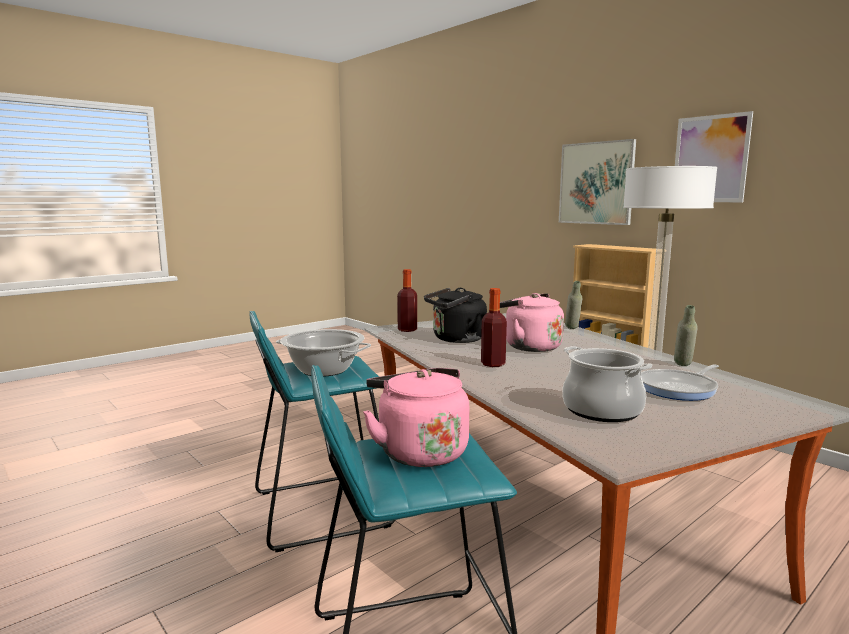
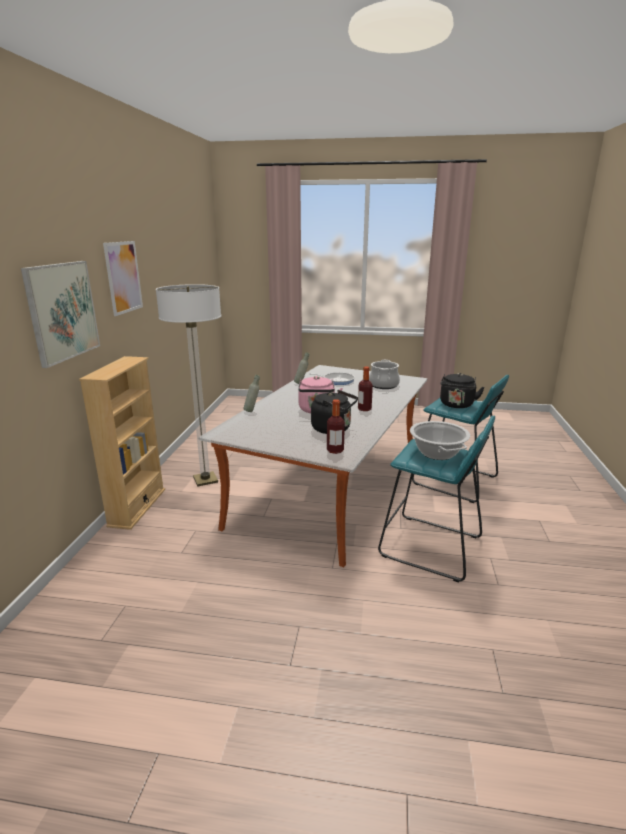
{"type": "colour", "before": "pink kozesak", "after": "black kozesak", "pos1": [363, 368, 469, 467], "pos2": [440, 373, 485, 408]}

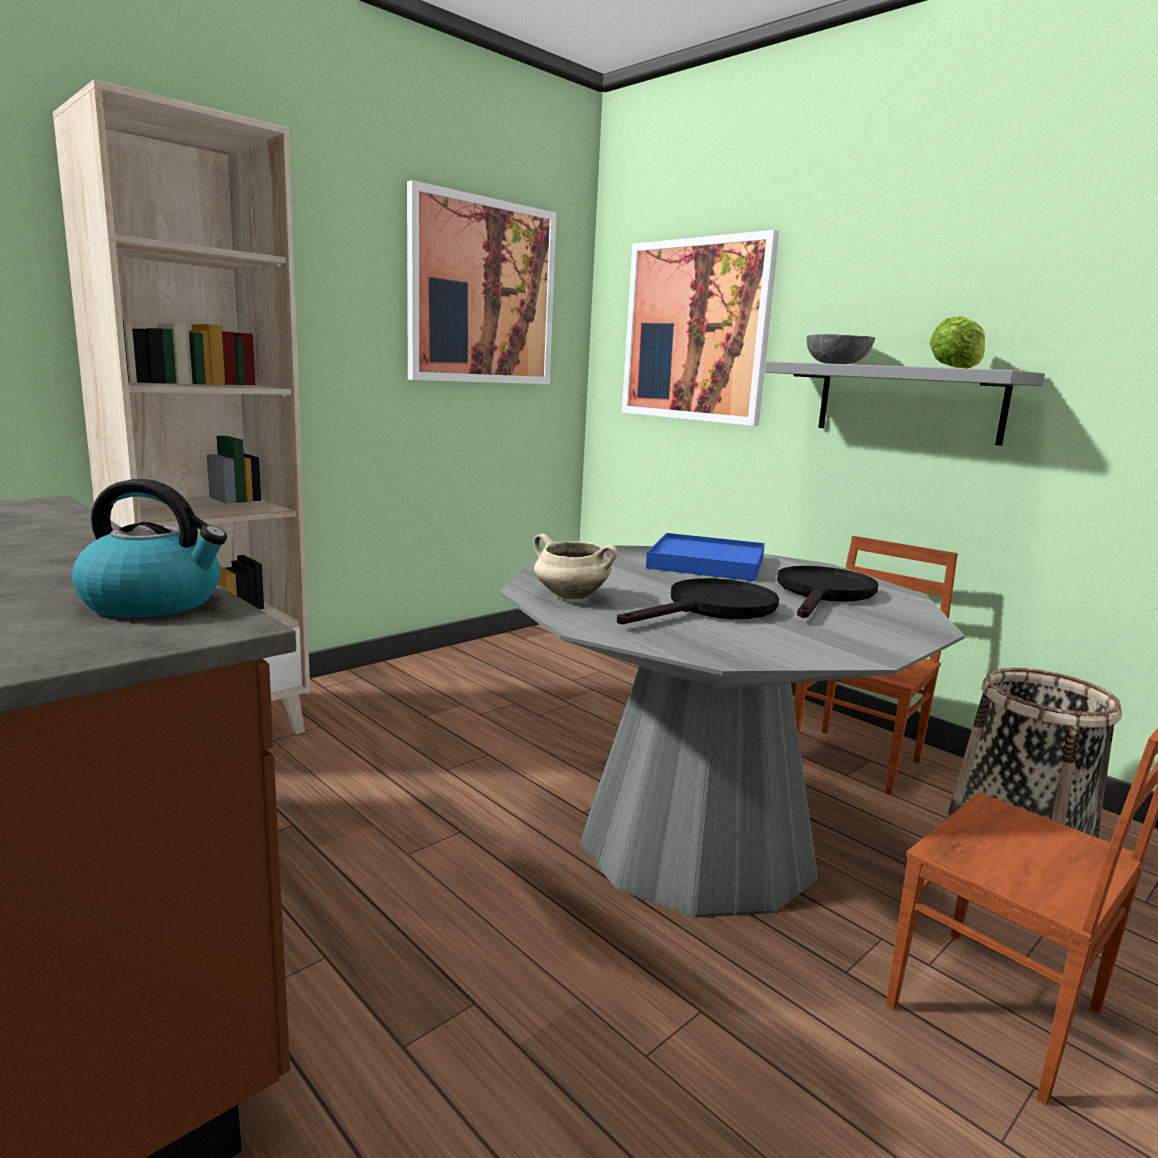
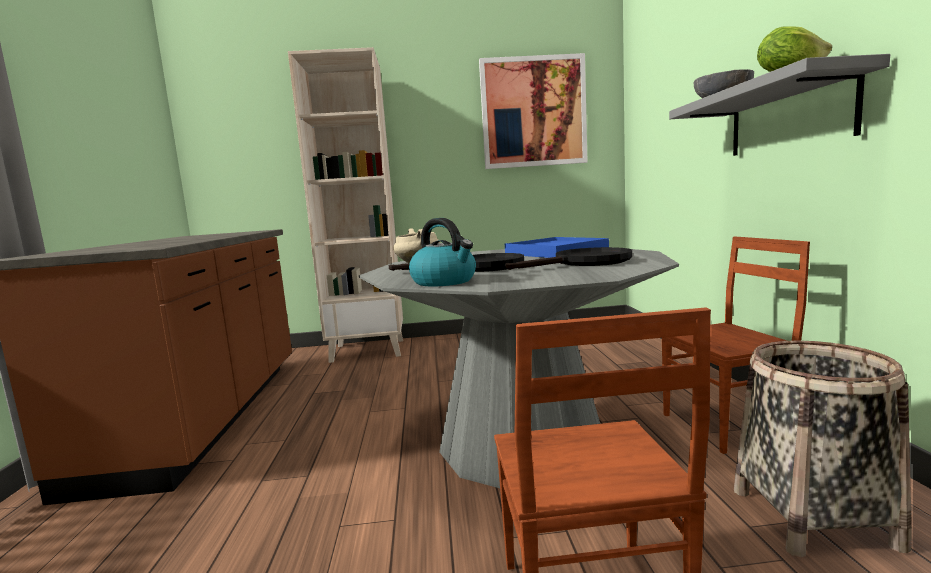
{"type": "missing", "before": "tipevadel", "pos1": [622, 230, 779, 426]}
{"type": "relocated", "before": "kozesak", "pos1": [72, 479, 227, 617], "pos2": [409, 218, 476, 286]}

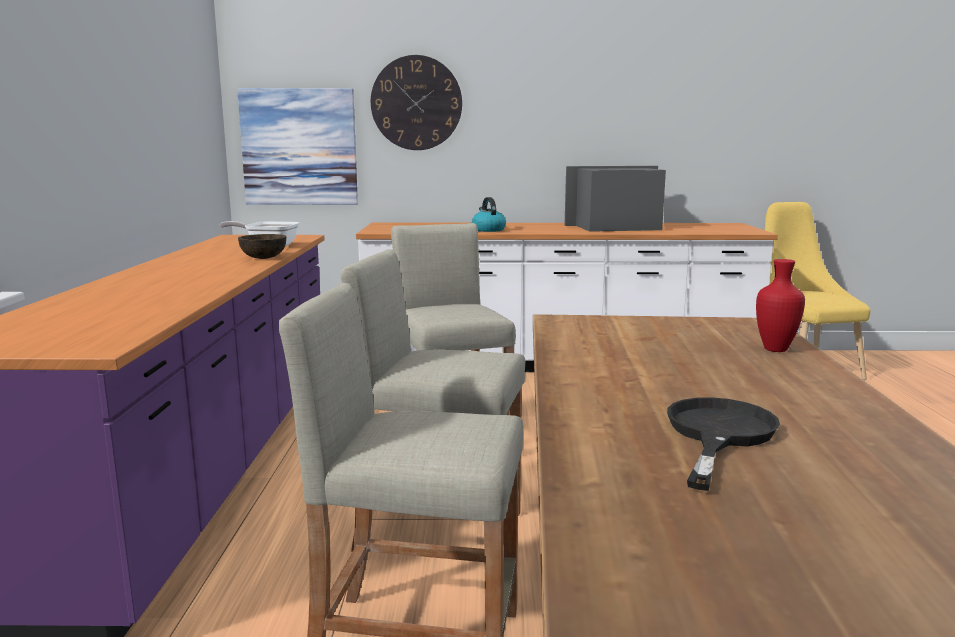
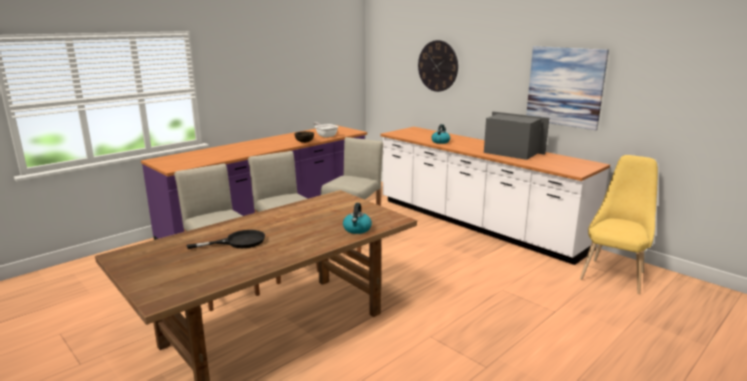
{"type": "relocated", "before": "tipevadel", "pos1": [237, 88, 358, 205], "pos2": [526, 46, 609, 130]}
{"type": "exchanged", "before": "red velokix", "after": "kozesak", "pos1": [756, 259, 805, 352], "pos2": [343, 203, 372, 234]}

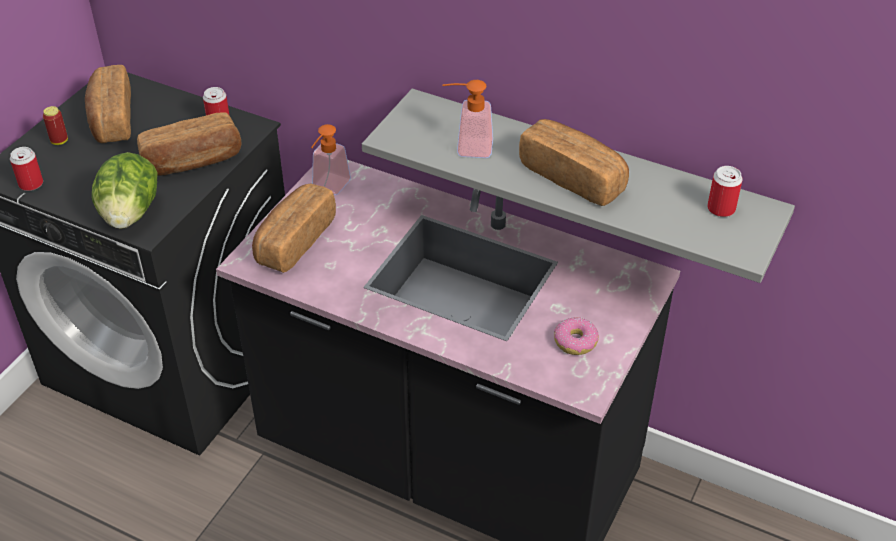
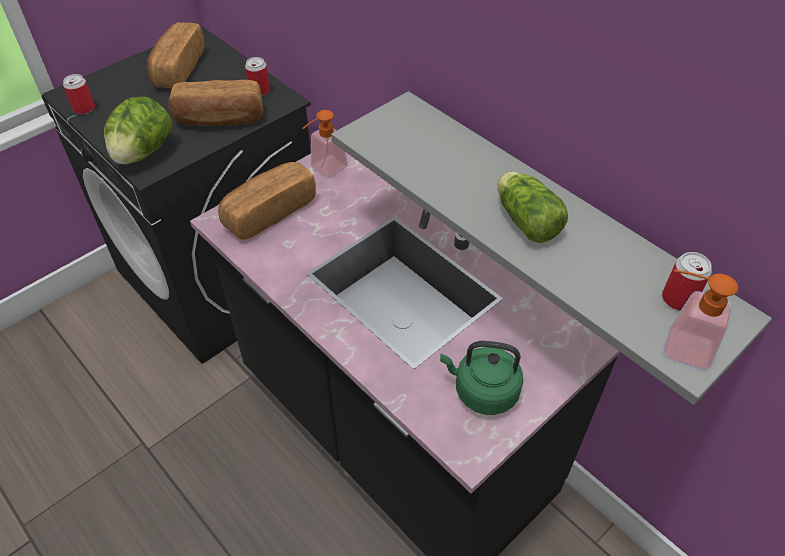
{"type": "relocated", "before": "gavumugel", "pos1": [442, 80, 493, 158], "pos2": [664, 269, 738, 371]}
{"type": "missing", "before": "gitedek", "pos1": [43, 106, 68, 145]}
{"type": "exchanged", "before": "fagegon", "after": "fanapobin", "pos1": [519, 119, 629, 206], "pos2": [497, 172, 568, 243]}
{"type": "exchanged", "before": "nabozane", "after": "green kozesak", "pos1": [554, 317, 599, 355], "pos2": [440, 341, 523, 415]}

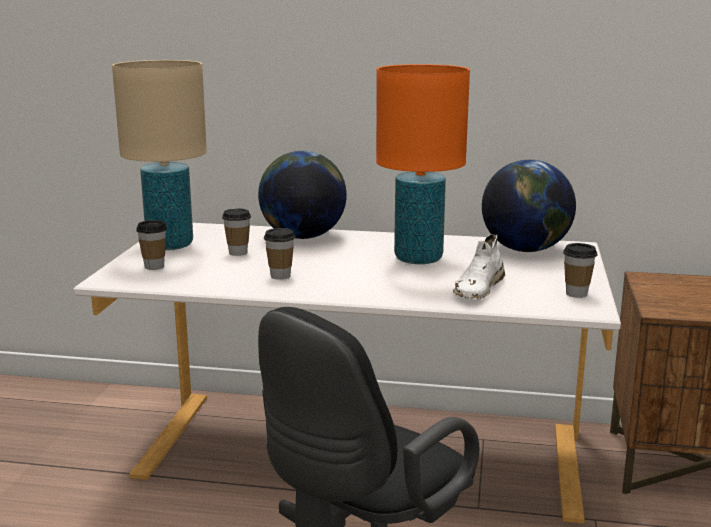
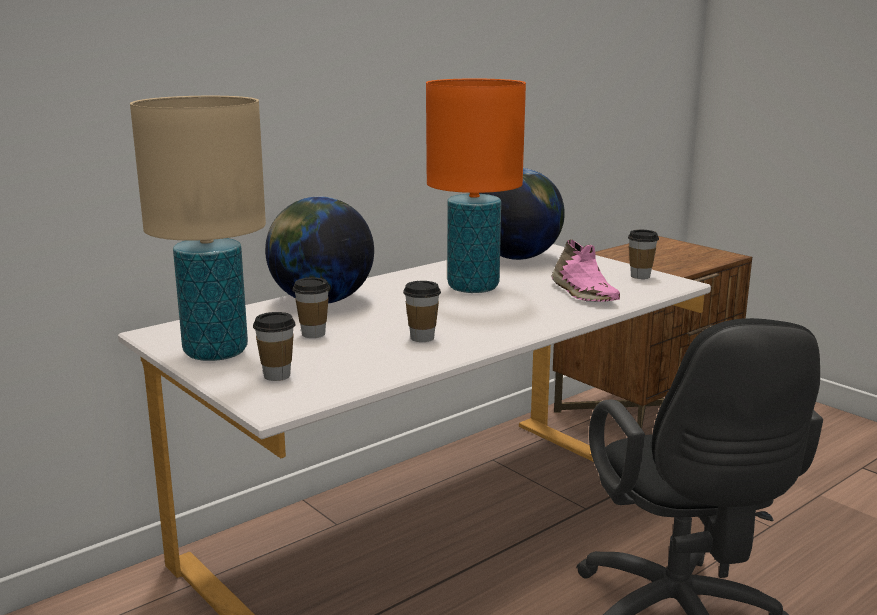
{"type": "colour", "before": "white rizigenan", "after": "pink rizigenan", "pos1": [453, 234, 505, 300], "pos2": [551, 239, 620, 302]}

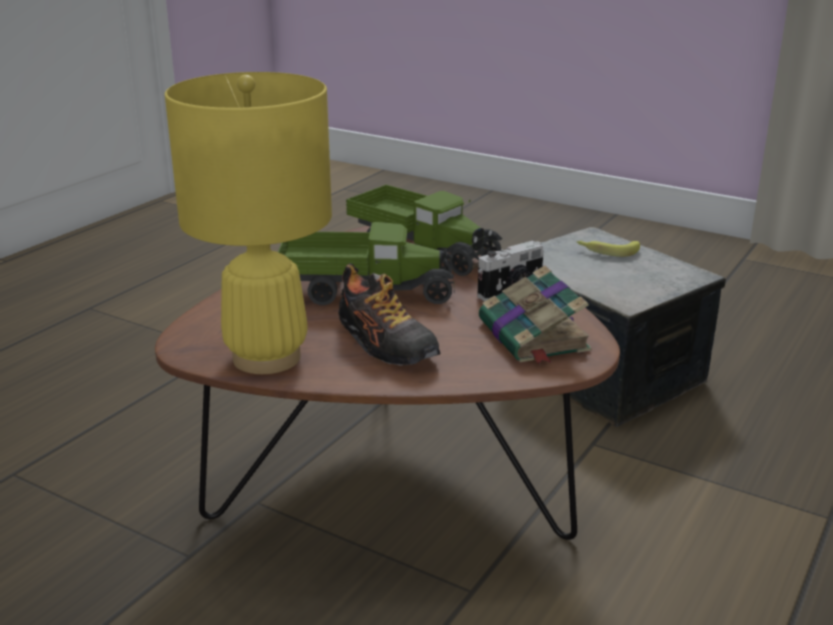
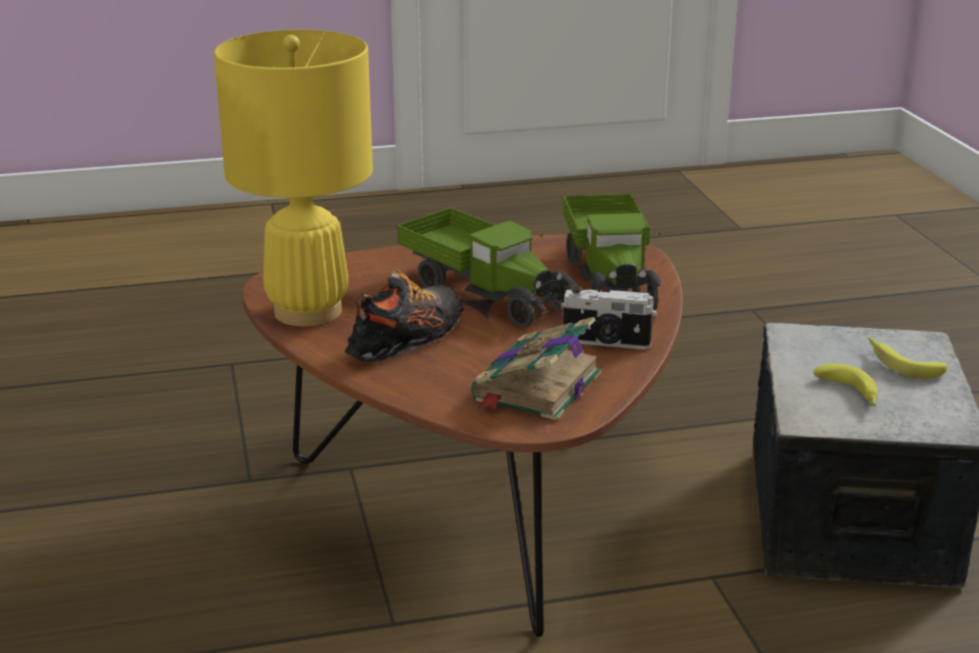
{"type": "spun", "before": "rizigenan", "pos1": [338, 263, 440, 366], "pos2": [345, 269, 464, 362], "turn": -150}
{"type": "appeared", "after": "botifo", "pos2": [813, 363, 878, 406]}

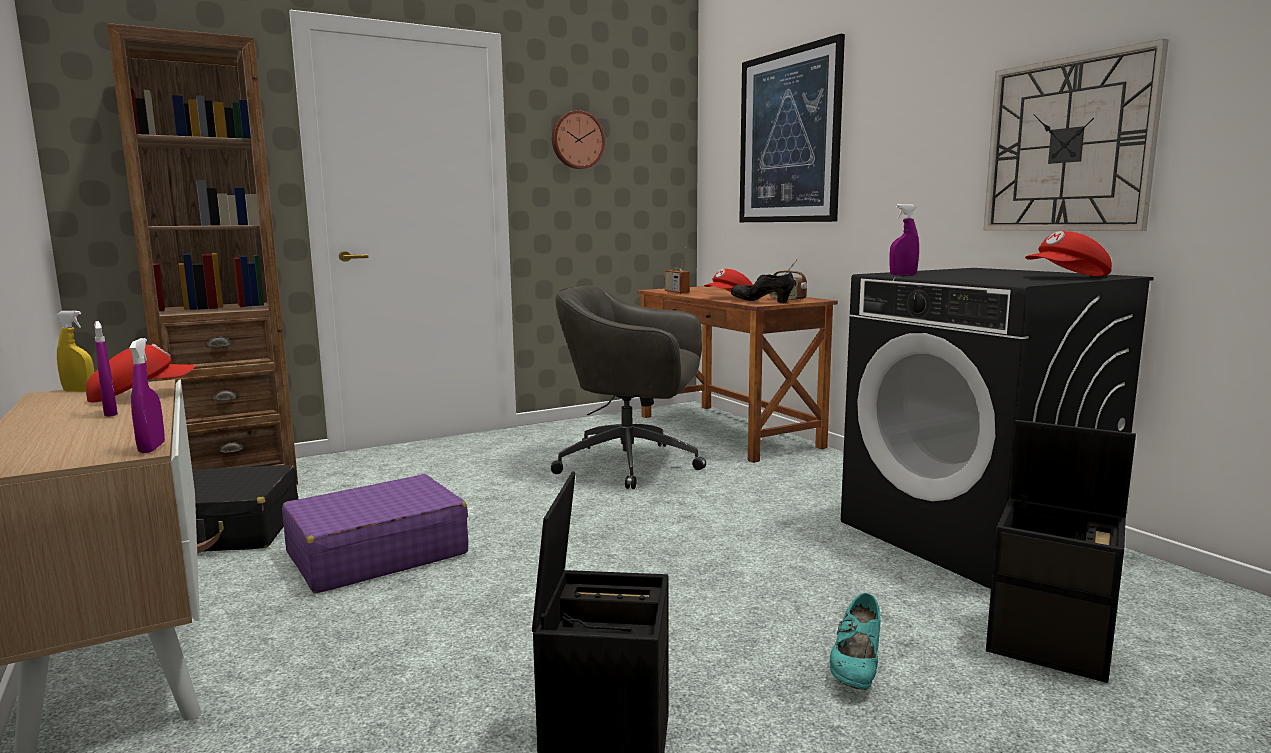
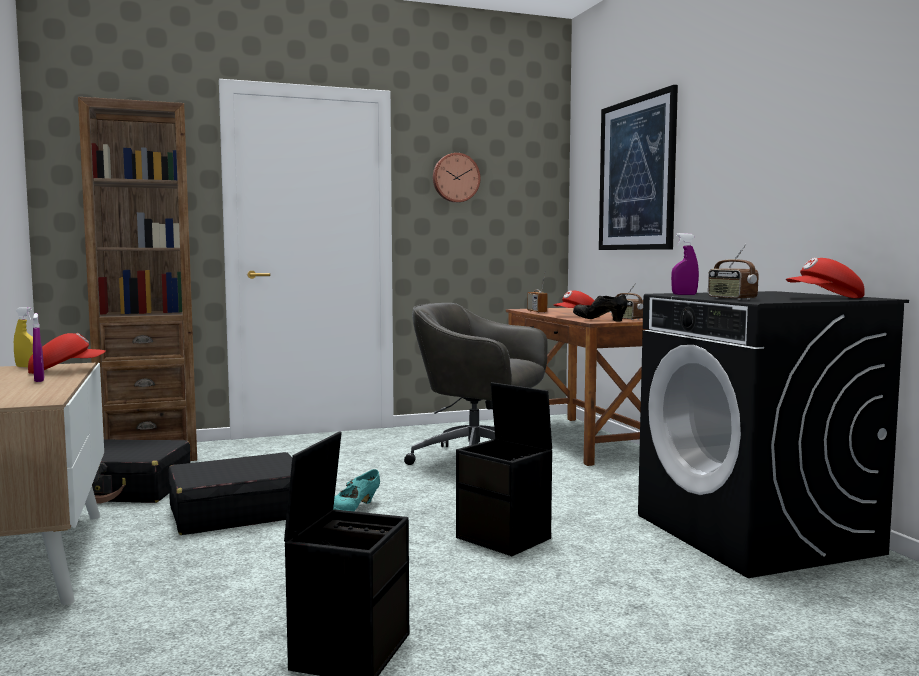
{"type": "missing", "before": "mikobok", "pos1": [984, 39, 1169, 231]}
{"type": "missing", "before": "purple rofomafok", "pos1": [129, 338, 165, 453]}
{"type": "relocated", "before": "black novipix", "pos1": [986, 420, 1136, 683], "pos2": [456, 382, 552, 556]}
{"type": "colour", "before": "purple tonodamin", "after": "black tonodamin", "pos1": [282, 474, 468, 593], "pos2": [168, 452, 292, 535]}
{"type": "relocated", "before": "turquoise rizigenan", "pos1": [830, 593, 881, 690], "pos2": [333, 469, 380, 511]}
{"type": "appeared", "after": "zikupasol", "pos2": [708, 244, 758, 300]}

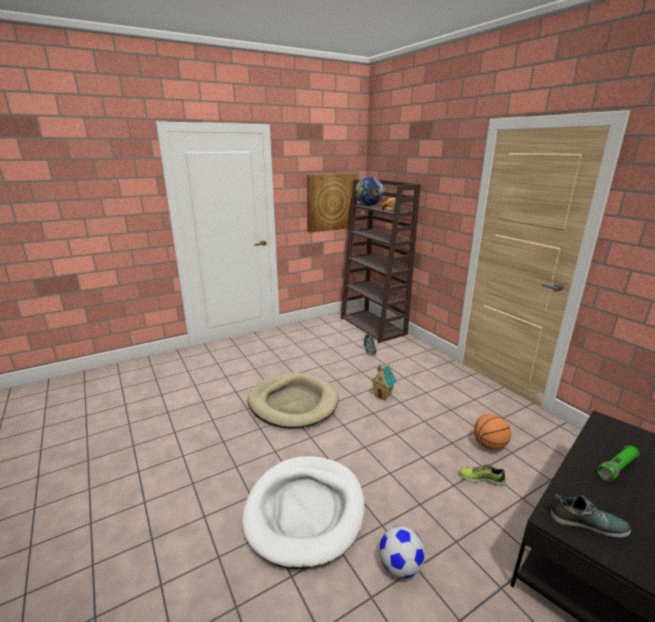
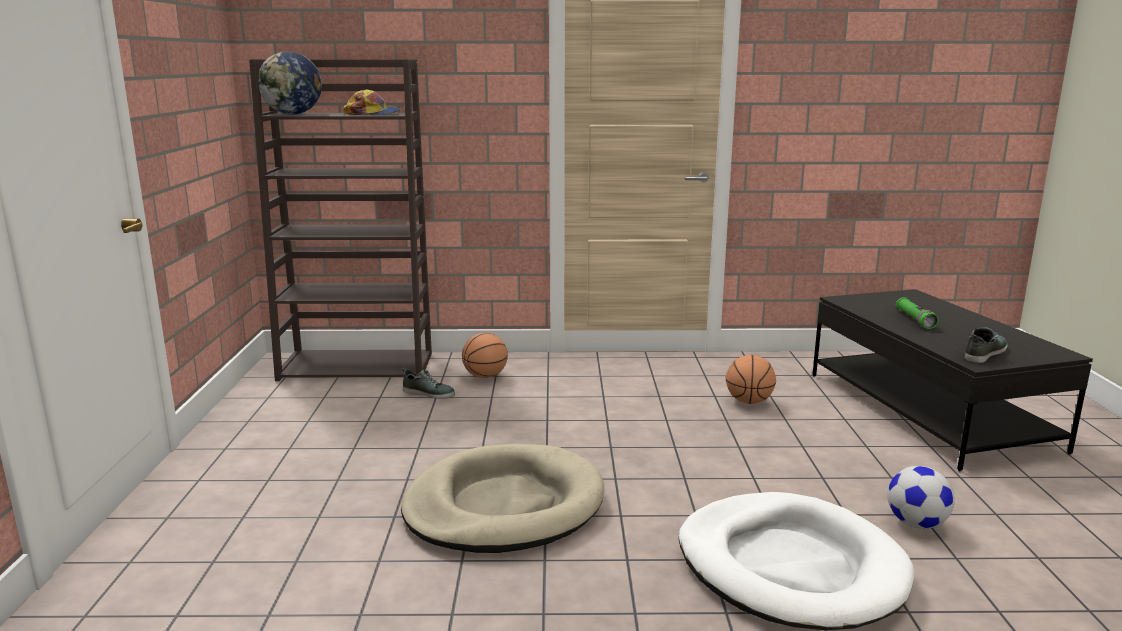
{"type": "missing", "before": "tipevadel", "pos1": [307, 173, 357, 233]}
{"type": "missing", "before": "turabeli", "pos1": [371, 362, 397, 401]}
{"type": "missing", "before": "rizigenan", "pos1": [459, 464, 506, 486]}
{"type": "appeared", "after": "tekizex", "pos2": [462, 333, 508, 378]}

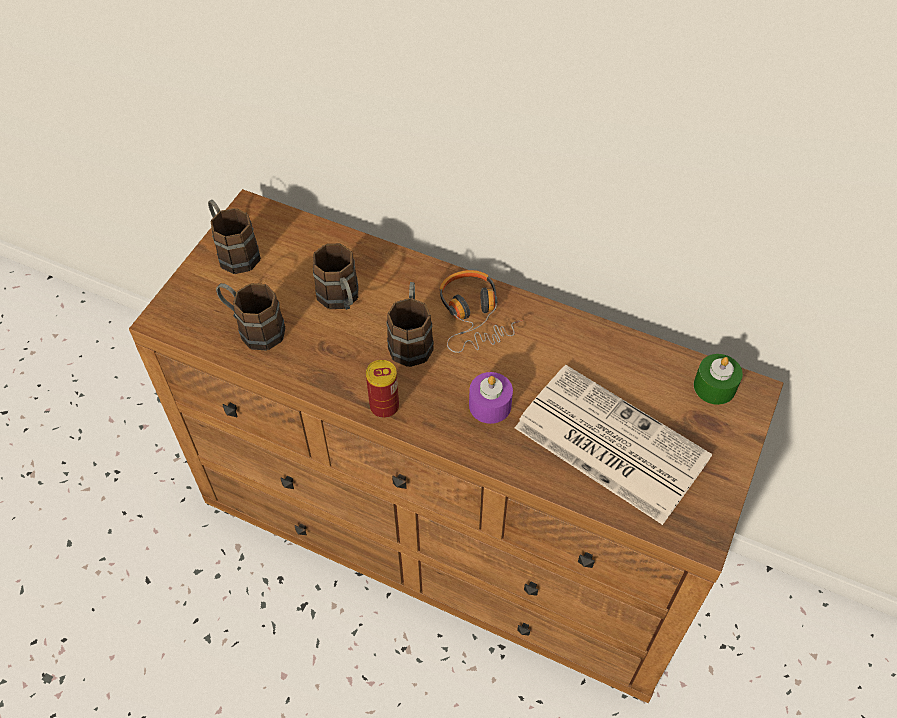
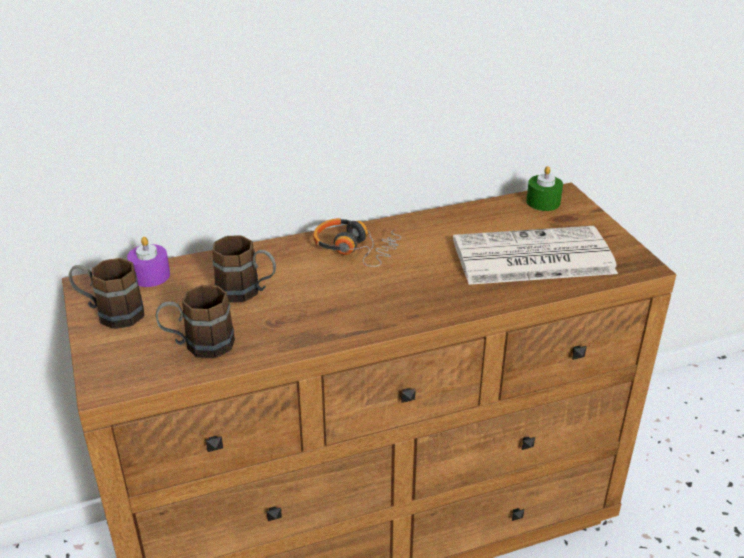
{"type": "missing", "before": "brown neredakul", "pos1": [386, 282, 434, 367]}
{"type": "missing", "before": "gitedek", "pos1": [366, 360, 399, 418]}
{"type": "relocated", "before": "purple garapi", "pos1": [469, 372, 513, 424], "pos2": [127, 237, 170, 287]}

